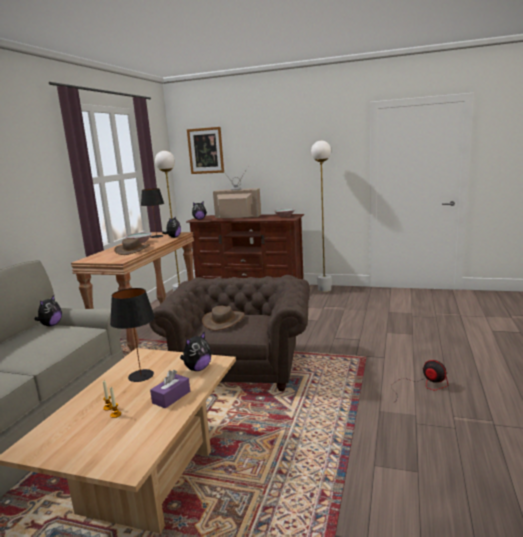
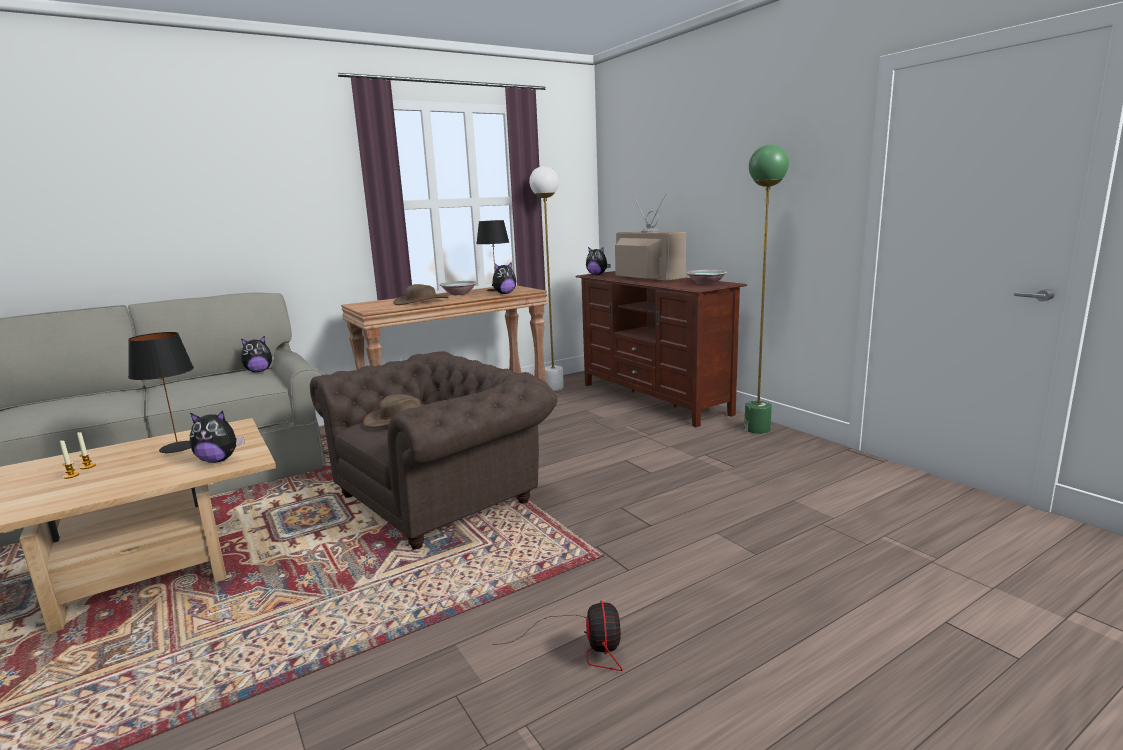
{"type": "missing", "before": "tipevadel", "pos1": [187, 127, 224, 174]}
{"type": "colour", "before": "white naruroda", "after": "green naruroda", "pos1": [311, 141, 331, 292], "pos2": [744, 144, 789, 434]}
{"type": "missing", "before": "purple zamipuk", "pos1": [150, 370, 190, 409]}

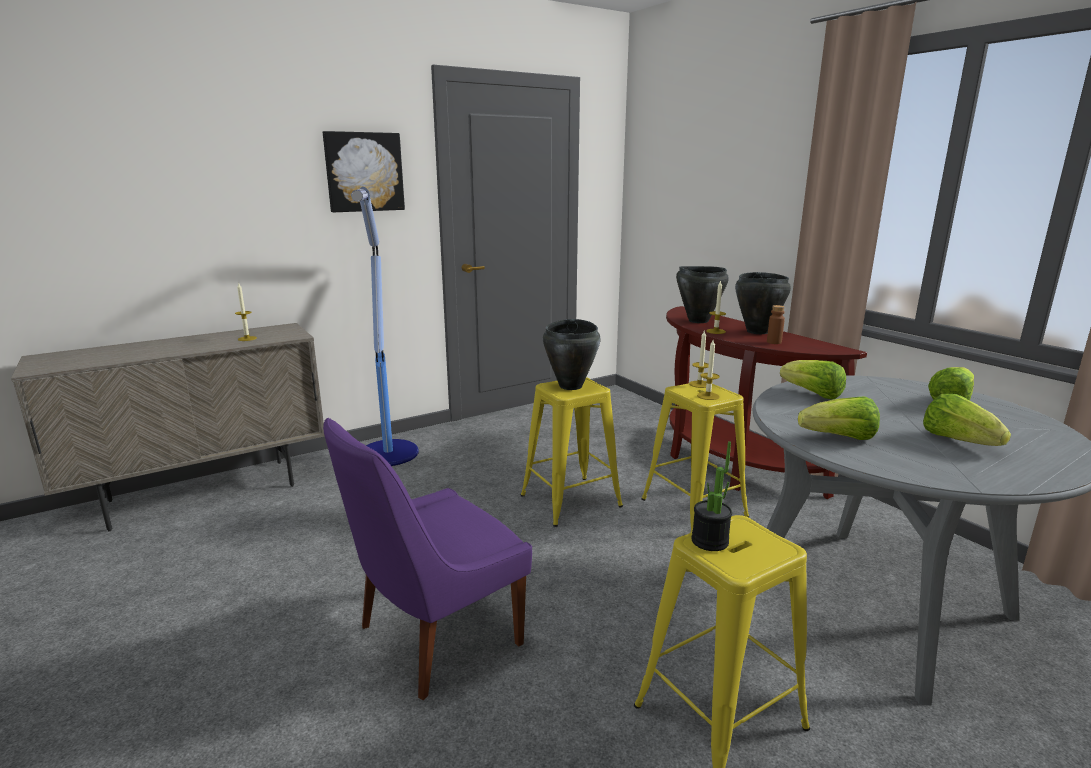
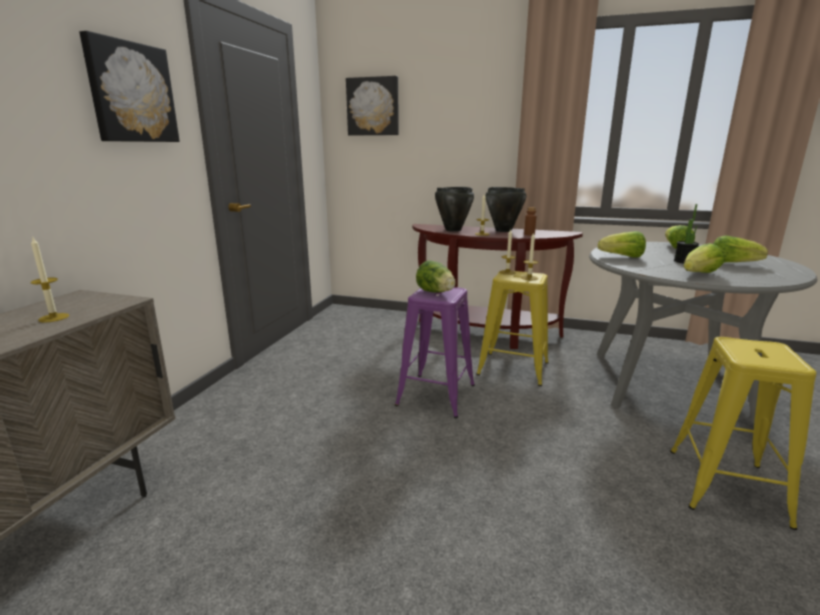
{"type": "missing", "before": "naruroda", "pos1": [351, 187, 419, 466]}
{"type": "exchanged", "before": "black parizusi", "after": "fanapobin", "pos1": [543, 319, 601, 390], "pos2": [416, 260, 456, 293]}
{"type": "colour", "before": "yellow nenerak", "after": "purple nenerak", "pos1": [521, 377, 623, 527], "pos2": [395, 287, 475, 418]}
{"type": "missing", "before": "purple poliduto", "pos1": [323, 418, 532, 700]}
{"type": "relocated", "before": "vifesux", "pos1": [691, 441, 732, 551], "pos2": [674, 204, 699, 264]}
{"type": "appeared", "after": "tipevadel", "pos2": [346, 76, 399, 135]}

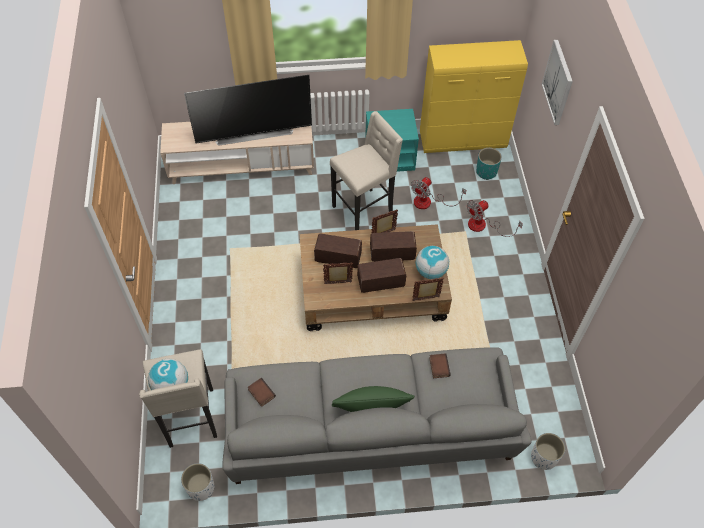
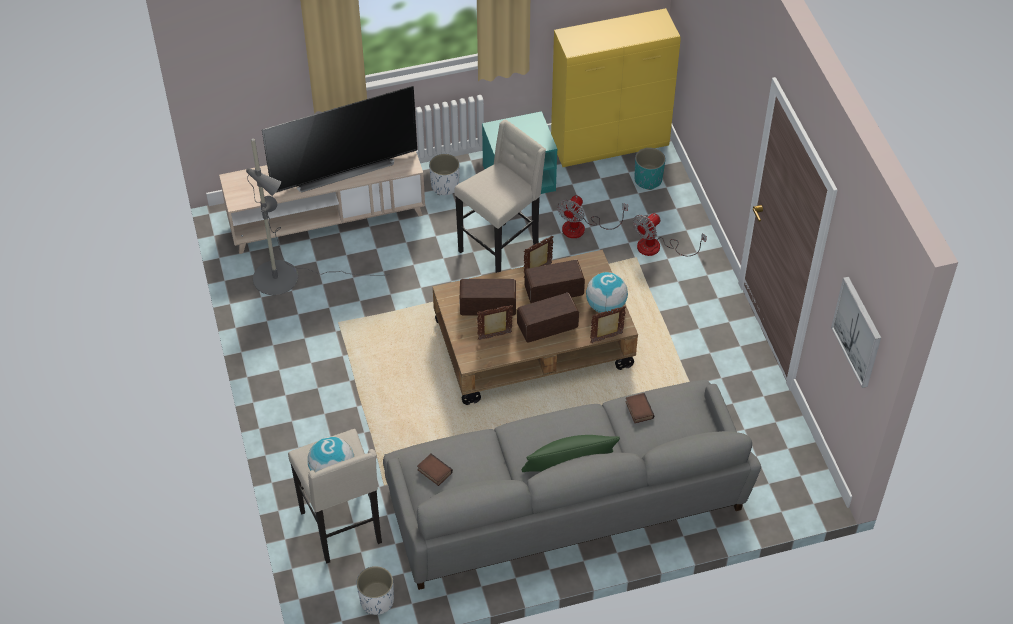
{"type": "relocated", "before": "tipevadel", "pos1": [542, 40, 573, 125], "pos2": [831, 277, 881, 388]}
{"type": "relocated", "before": "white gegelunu", "pos1": [531, 433, 565, 470], "pos2": [429, 154, 460, 195]}
{"type": "appeared", "after": "grey naruroda", "pos2": [246, 139, 390, 295]}

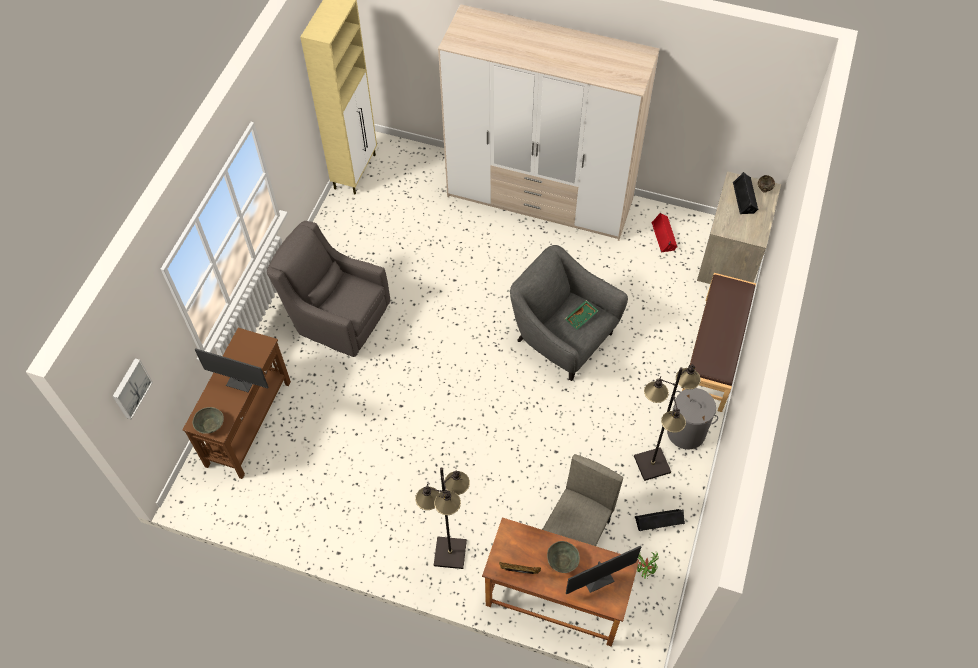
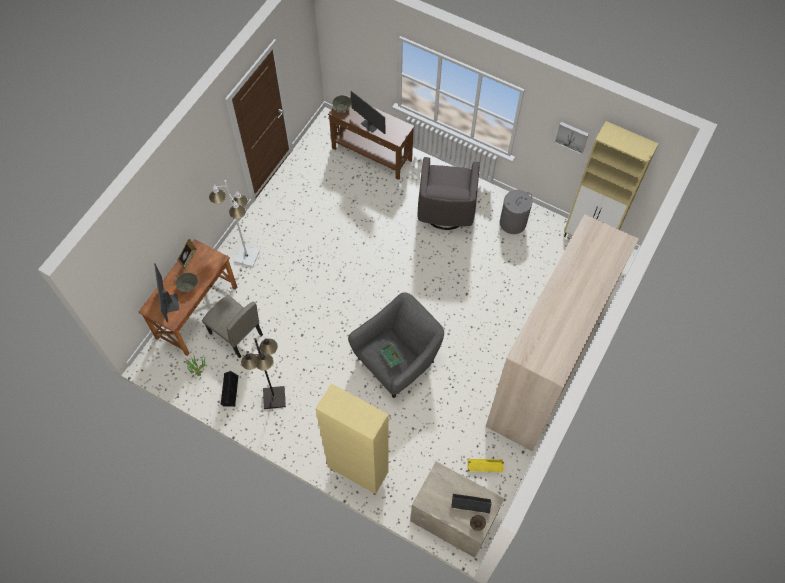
{"type": "colour", "before": "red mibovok", "after": "yellow mibovok", "pos1": [651, 213, 678, 253], "pos2": [468, 459, 504, 472]}
{"type": "spun", "before": "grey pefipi", "pos1": [267, 221, 390, 357], "pos2": [418, 157, 480, 230], "turn": 150}
{"type": "exchanged", "before": "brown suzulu", "after": "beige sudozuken", "pos1": [682, 273, 756, 412], "pos2": [315, 383, 389, 495]}
{"type": "spun", "before": "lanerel", "pos1": [195, 348, 269, 392], "pos2": [351, 91, 385, 134], "turn": -75}
{"type": "relocated", "before": "tipevadel", "pos1": [112, 358, 153, 419], "pos2": [554, 122, 589, 155]}
{"type": "relocated", "before": "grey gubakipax", "pos1": [667, 388, 718, 449], "pos2": [500, 190, 532, 234]}
{"type": "colour", "before": "black naruroda", "after": "white naruroda", "pos1": [415, 467, 470, 569], "pos2": [209, 180, 260, 267]}

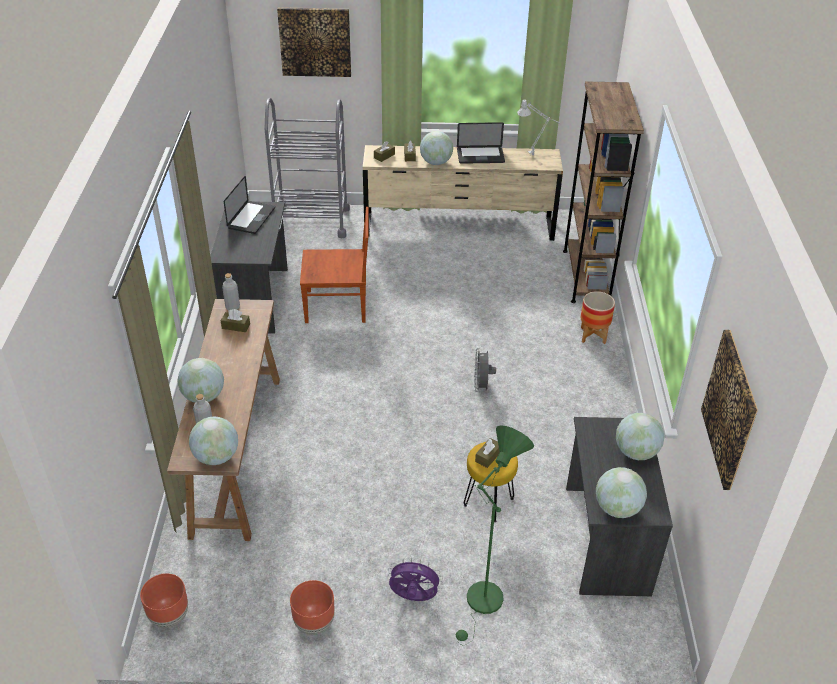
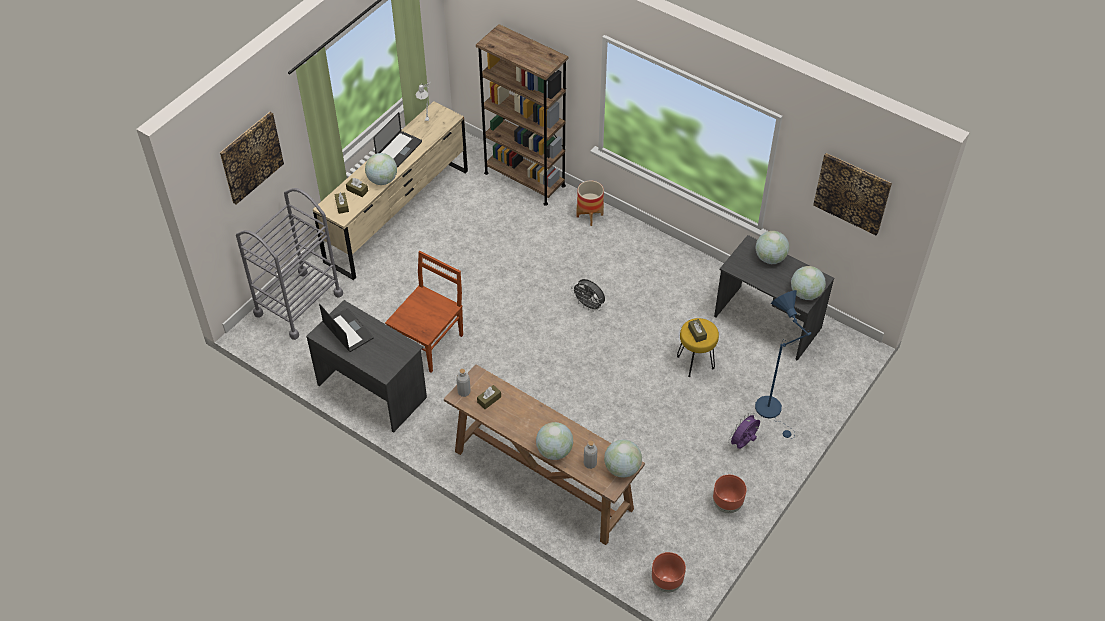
{"type": "colour", "before": "green naruroda", "after": "blue naruroda", "pos1": [456, 425, 534, 646], "pos2": [755, 290, 811, 439]}

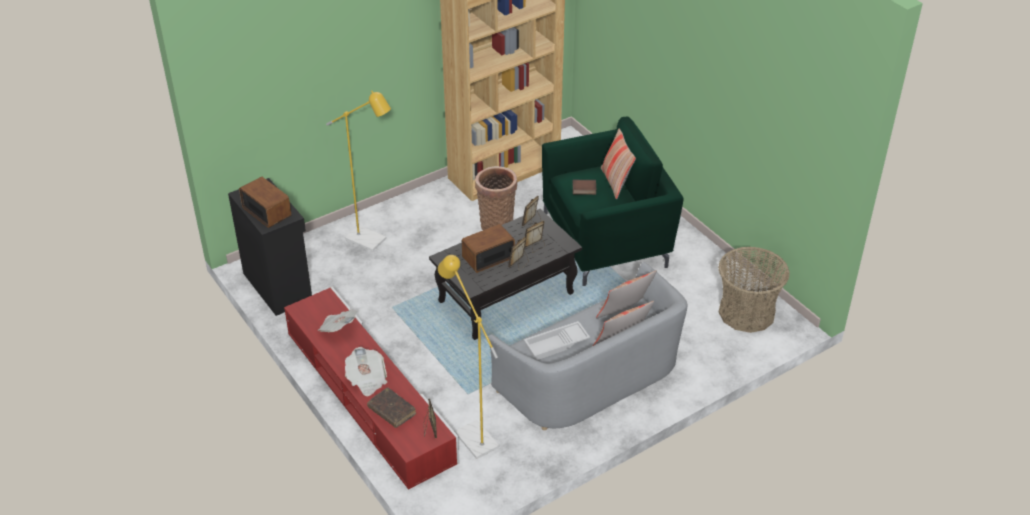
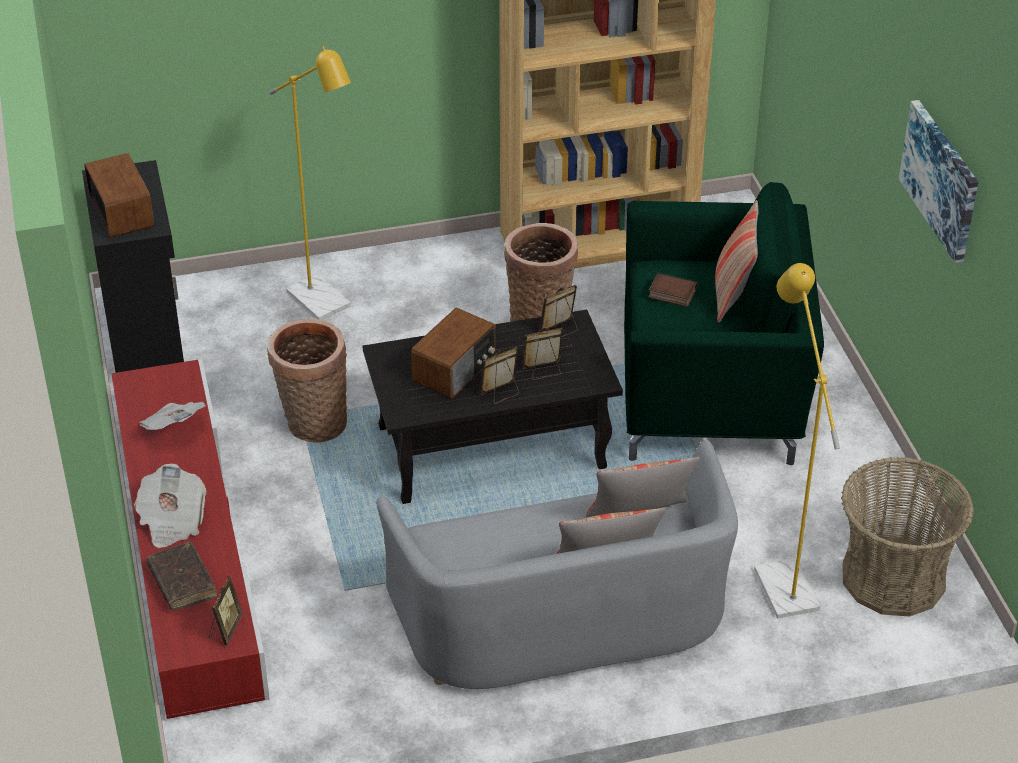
{"type": "spun", "before": "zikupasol", "pos1": [462, 224, 515, 273], "pos2": [411, 308, 496, 399], "turn": 135}
{"type": "relocated", "before": "yellow naruroda", "pos1": [438, 255, 499, 459], "pos2": [754, 263, 840, 619]}
{"type": "missing", "before": "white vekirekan", "pos1": [524, 321, 590, 360]}
{"type": "appeared", "after": "tipevadel", "pos2": [899, 100, 978, 263]}
{"type": "appeared", "after": "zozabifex", "pos2": [267, 319, 347, 443]}

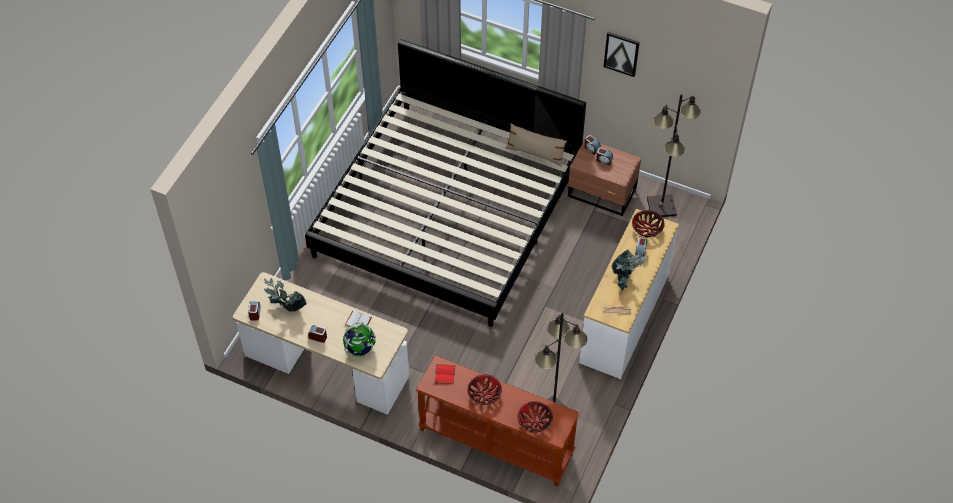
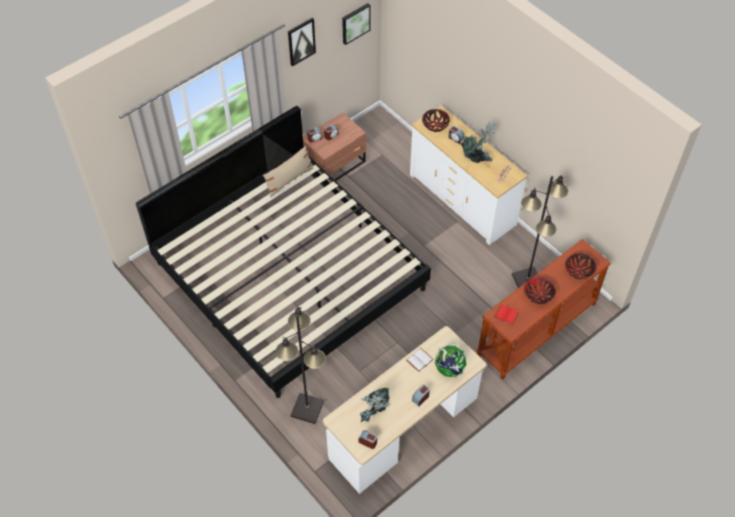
{"type": "relocated", "before": "black naruroda", "pos1": [647, 94, 701, 217], "pos2": [276, 307, 326, 424]}
{"type": "appeared", "after": "tipevadel", "pos2": [342, 3, 371, 45]}

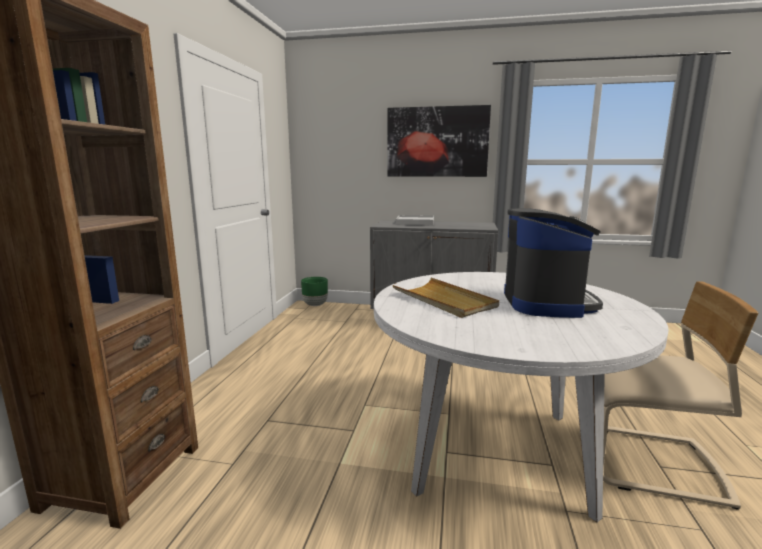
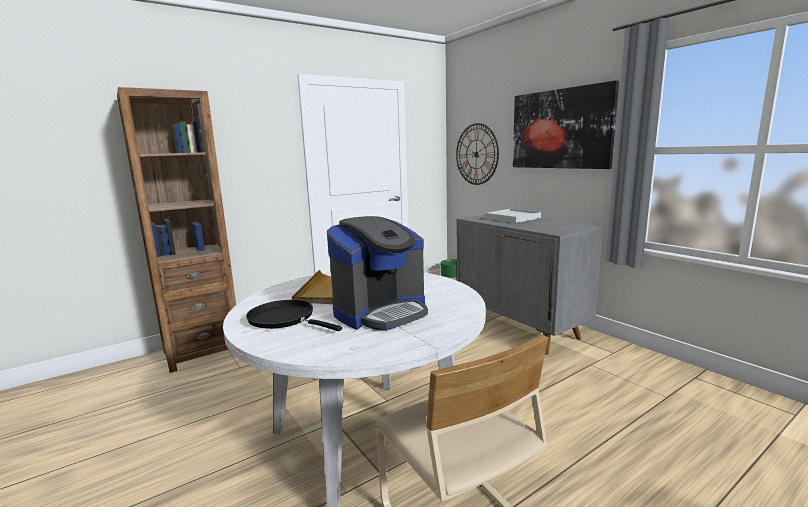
{"type": "appeared", "after": "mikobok", "pos2": [456, 123, 499, 185]}
{"type": "appeared", "after": "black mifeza", "pos2": [246, 300, 342, 331]}

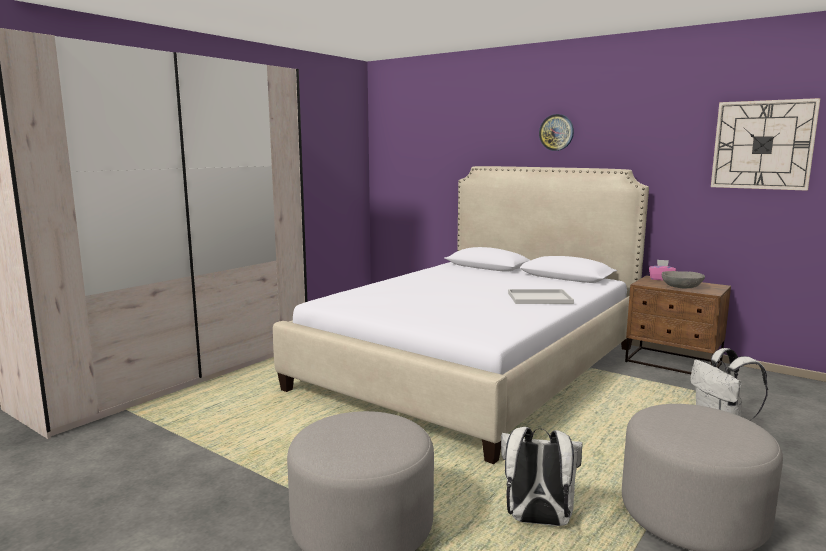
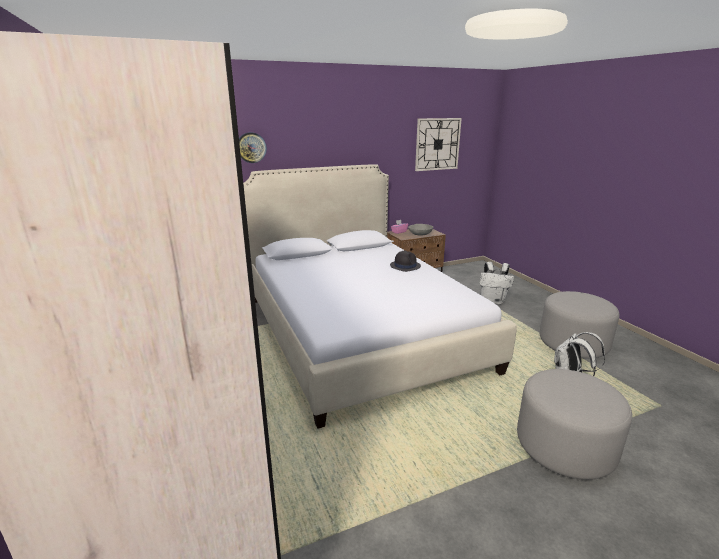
{"type": "relocated", "before": "mikobok", "pos1": [539, 114, 574, 151], "pos2": [239, 132, 267, 163]}
{"type": "exchanged", "before": "white vekirekan", "after": "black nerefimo", "pos1": [508, 289, 574, 304], "pos2": [390, 251, 421, 272]}

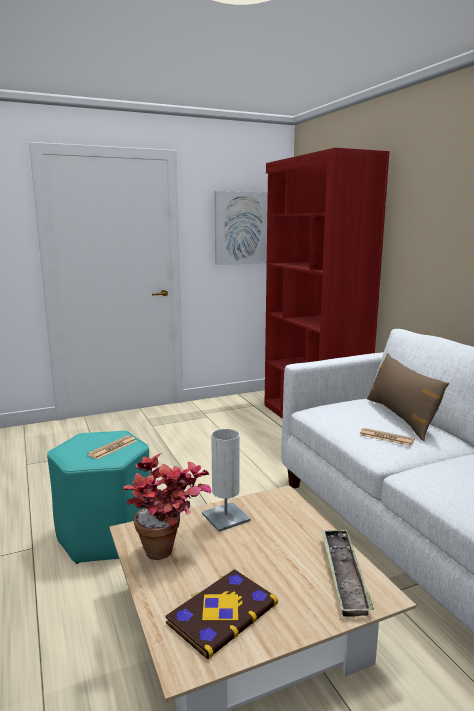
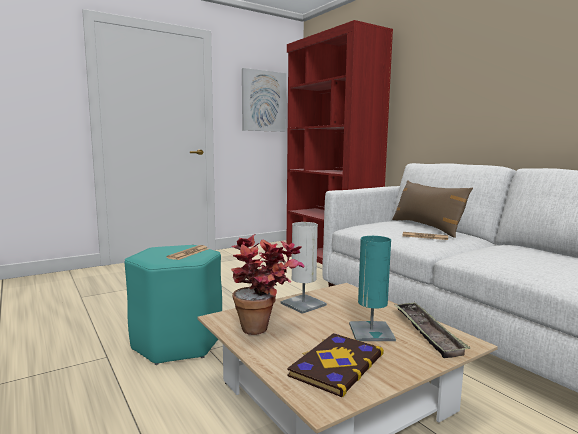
{"type": "appeared", "after": "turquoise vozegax", "pos2": [349, 236, 396, 341]}

